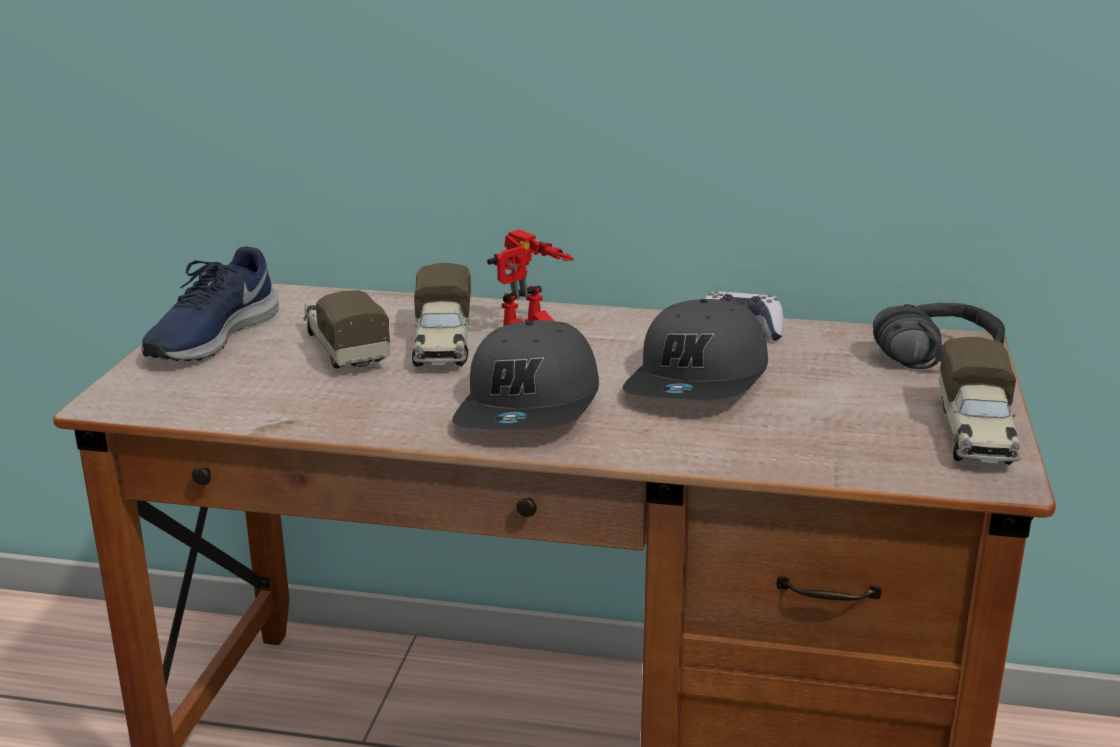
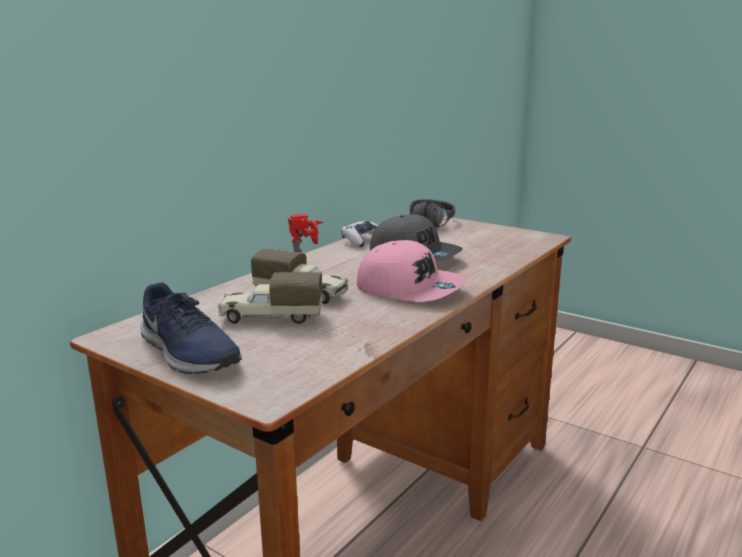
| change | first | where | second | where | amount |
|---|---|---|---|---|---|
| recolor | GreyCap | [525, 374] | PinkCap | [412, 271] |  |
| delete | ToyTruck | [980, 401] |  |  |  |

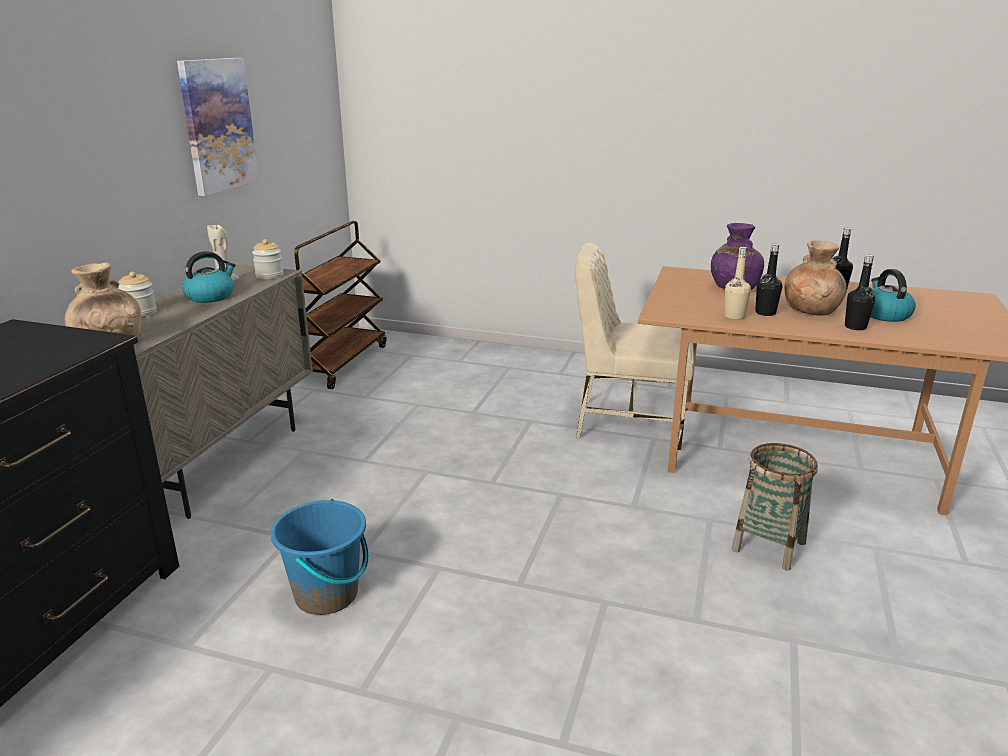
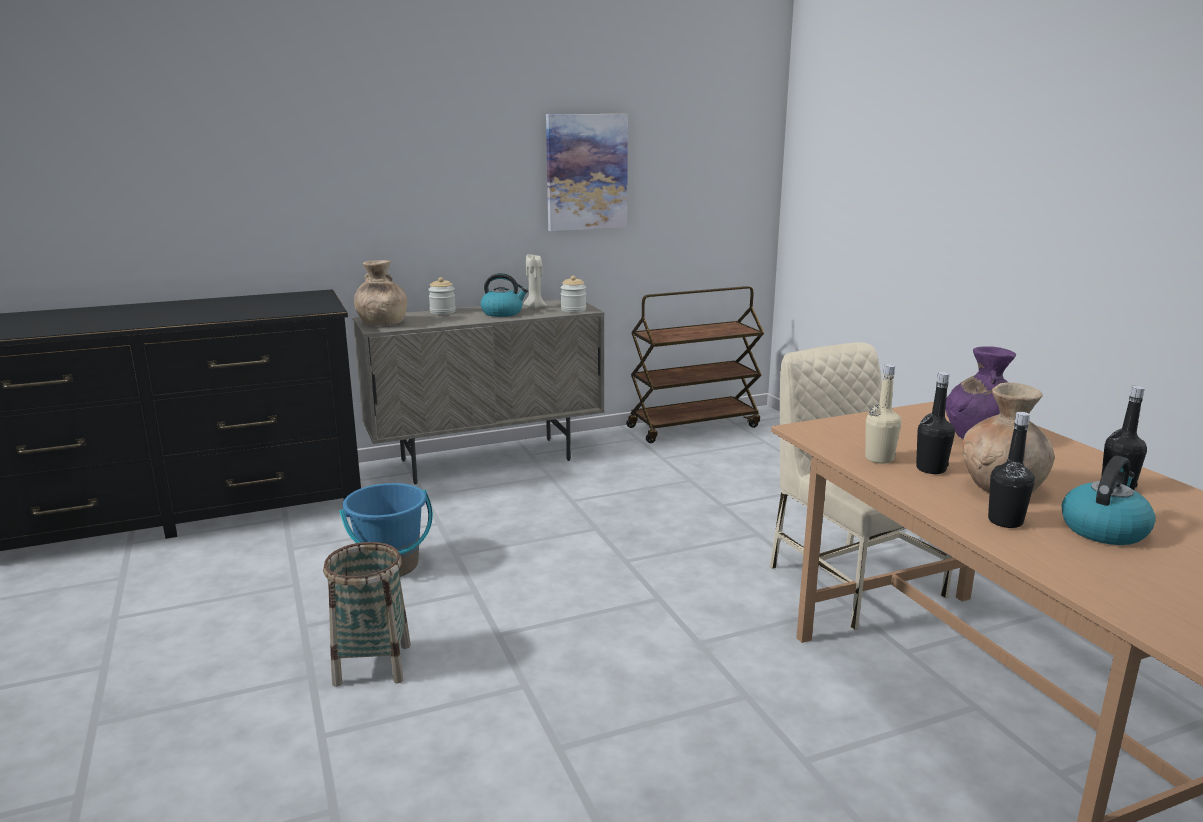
| change | first | where | second | where | amount |
|---|---|---|---|---|---|
| move | Basket | [775, 507] |  | [367, 614] |  |

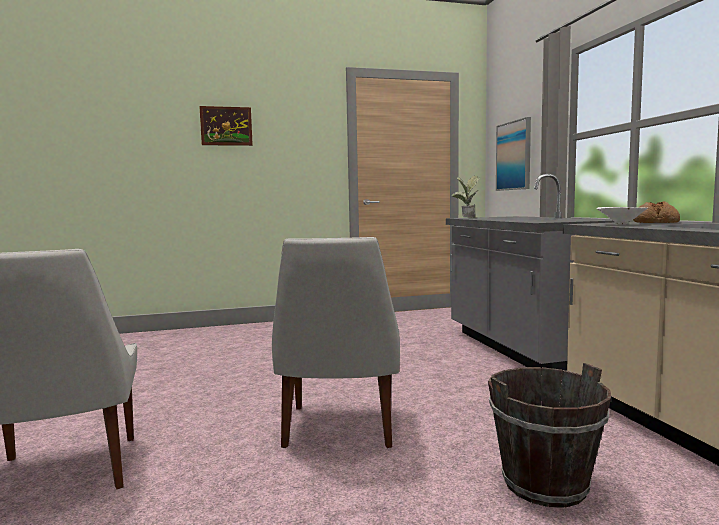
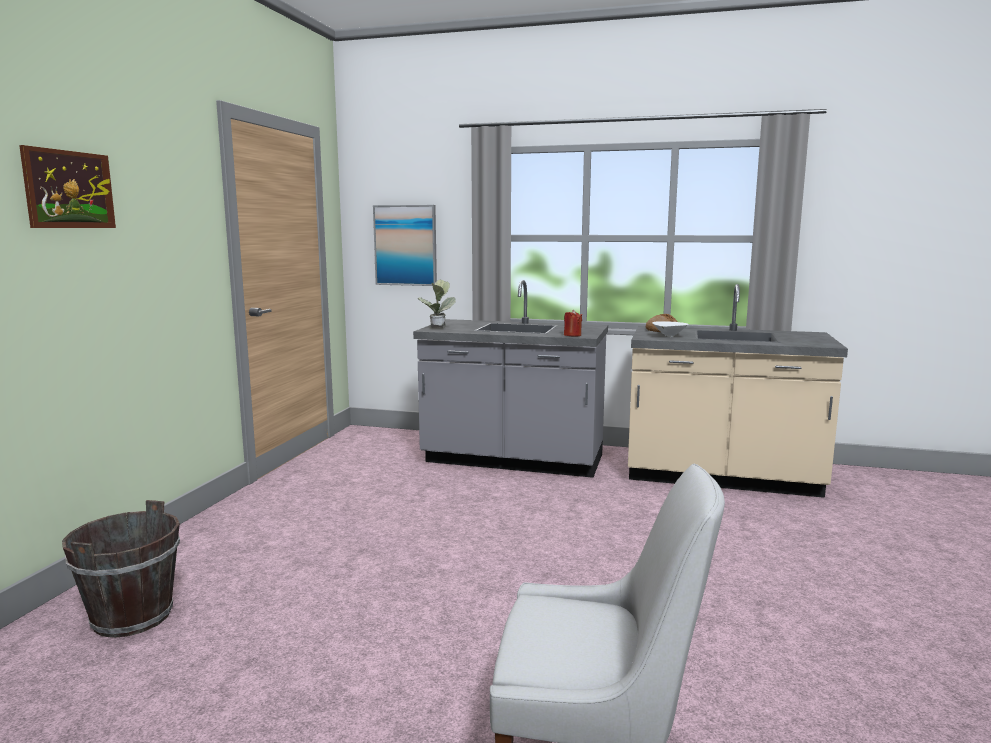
| change | first | where | second | where | amount |
|---|---|---|---|---|---|
| move | BrownBucket | [549, 435] |  | [121, 569] |  |
| insert |  |  | RedCandle | [573, 323] |  |
| delete | WhiteChair | [336, 342] |  |  |  |

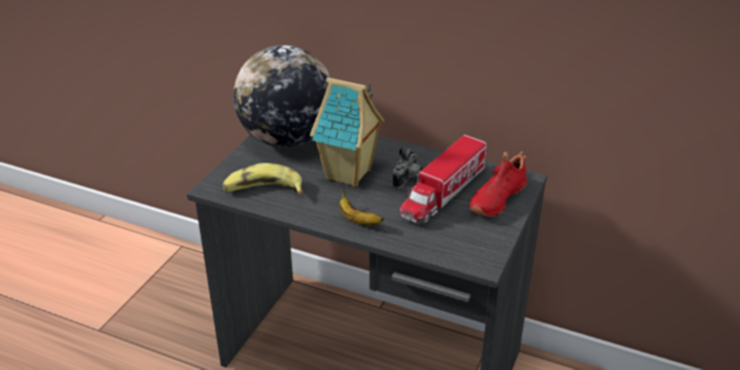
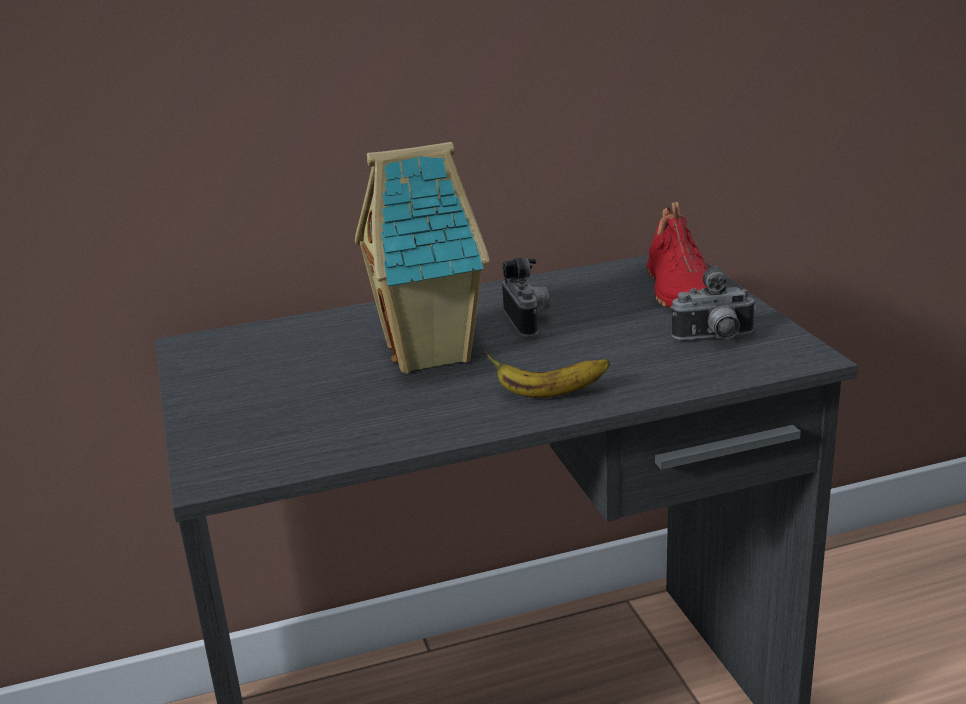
| change | first | where | second | where | amount |
|---|---|---|---|---|---|
| insert |  |  | PhotoCamera | [714, 303] |  |
| delete | Banana | [262, 178] |  |  |  |
| delete | Globe | [282, 96] |  |  |  |
| delete | ToyTruck | [443, 179] |  |  |  |

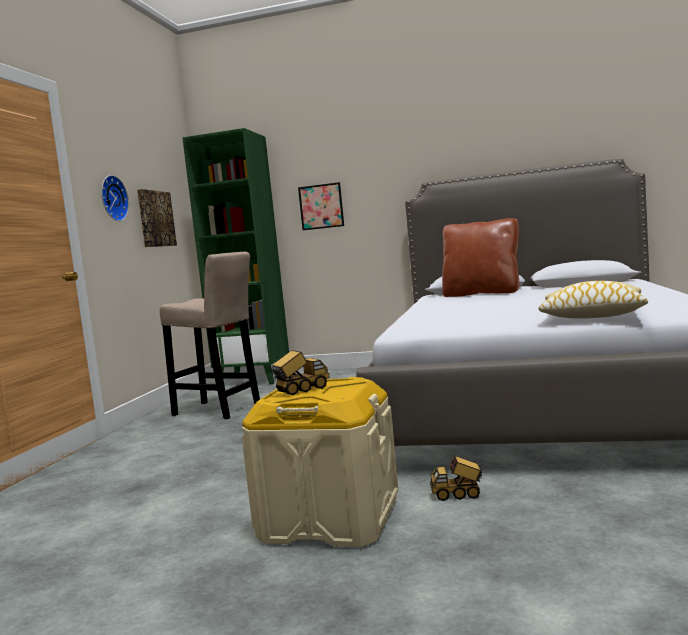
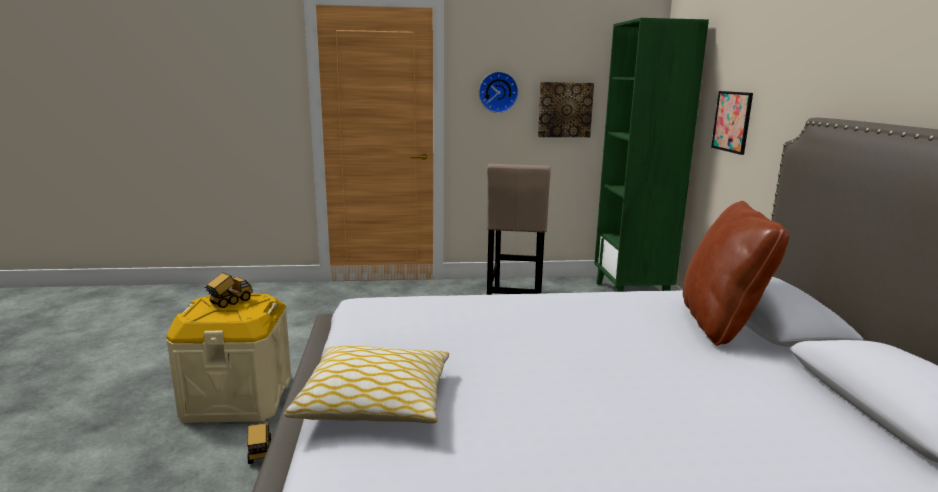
| change | first | where | second | where | amount |
|---|---|---|---|---|---|
| rotate | ToyTruck | [300, 372] |  | [229, 290] | 90 degrees counterclockwise |

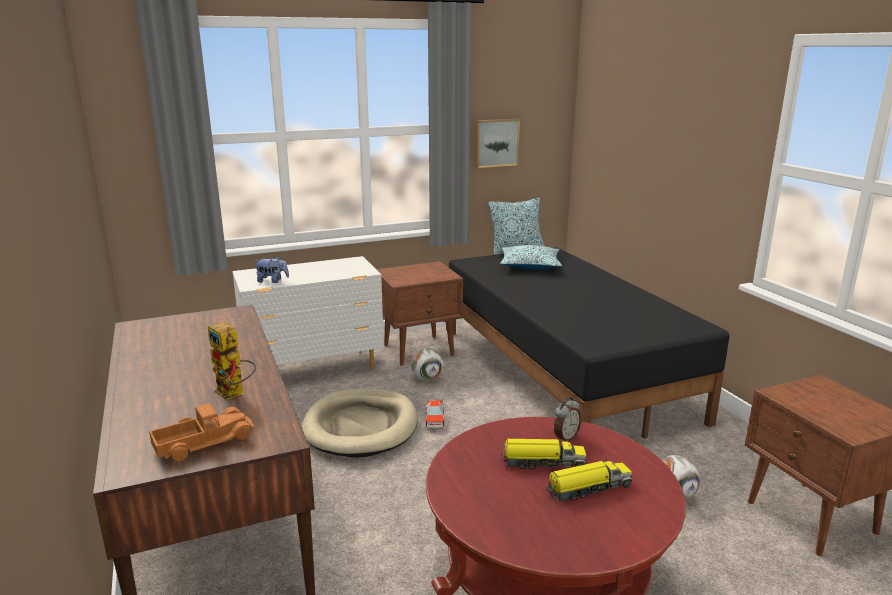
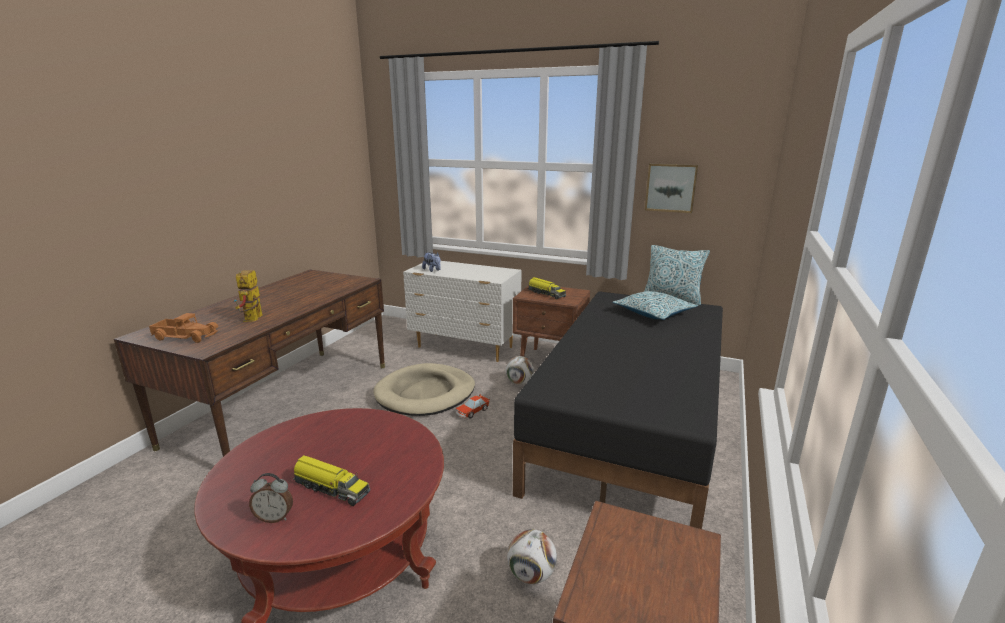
| change | first | where | second | where | amount |
|---|---|---|---|---|---|
| move | AlarmClock | [568, 419] |  | [271, 498] |  |
| move | ToyTruck | [544, 454] |  | [547, 288] |  |

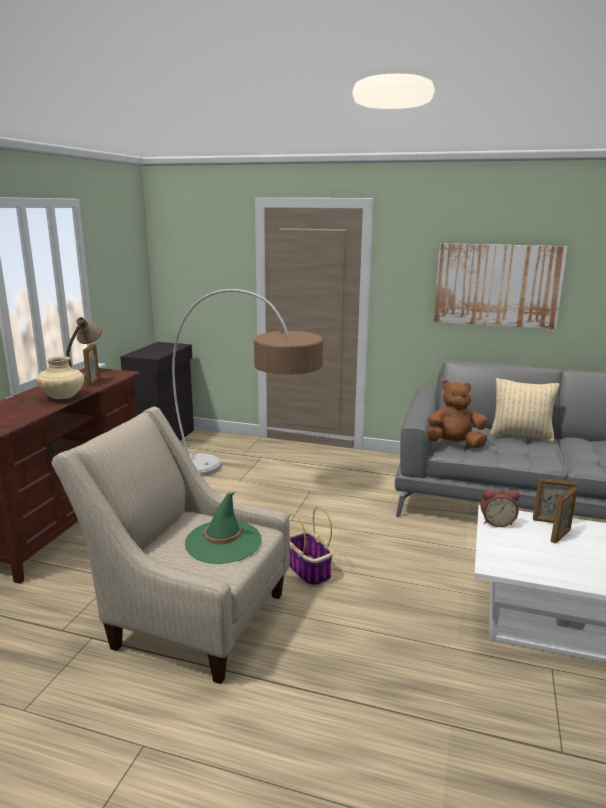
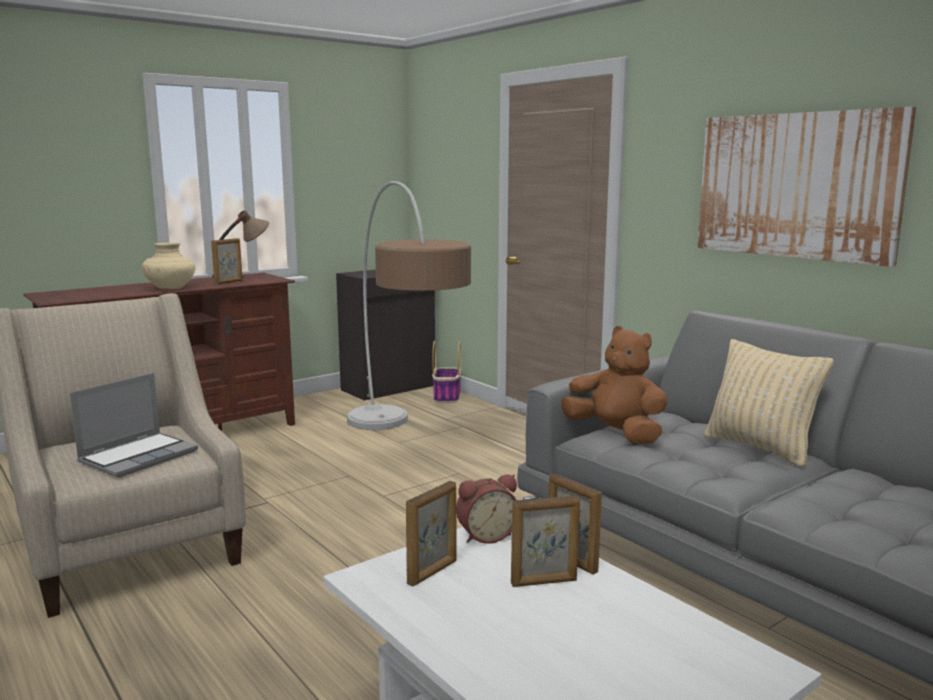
| change | first | where | second | where | amount |
|---|---|---|---|---|---|
| replace | GreenHat | [223, 528] | Laptop | [134, 425] |  |
| insert |  |  | PictureFrame | [431, 533] |  |
| move | Basket | [310, 546] |  | [446, 372] |  |
| rotate | AlarmClock | [499, 508] |  | [486, 509] | 60 degrees counterclockwise |

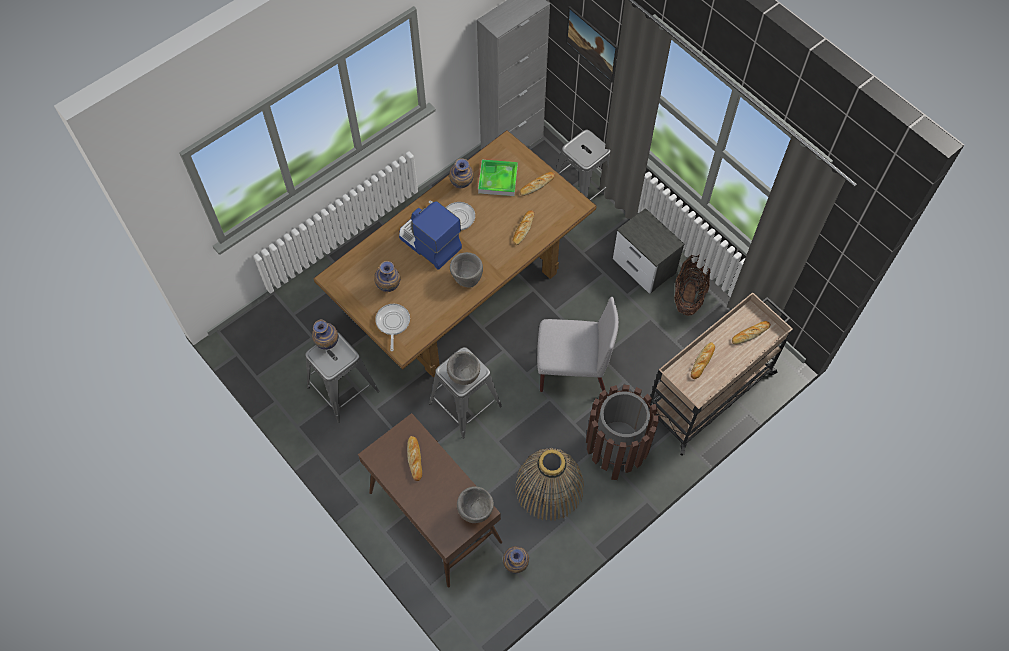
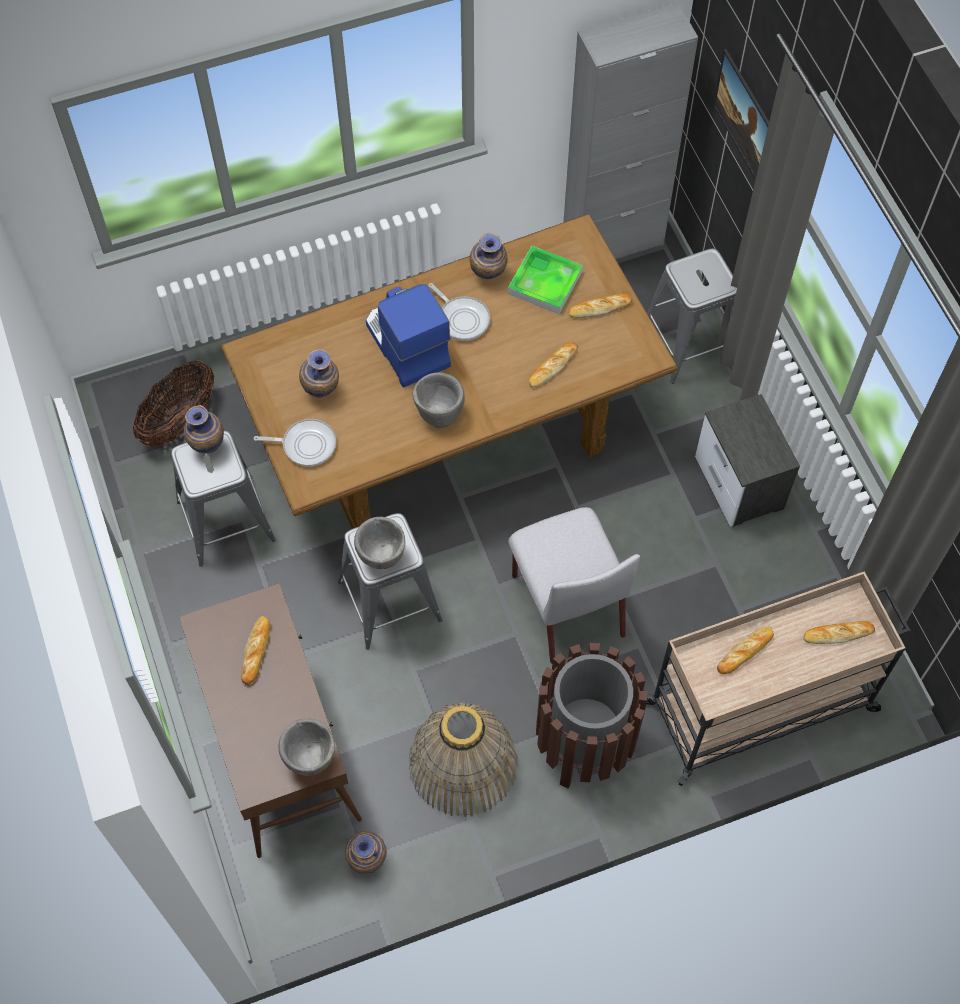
| change | first | where | second | where | amount |
|---|---|---|---|---|---|
| move | Basket | [692, 285] |  | [173, 403] |  |
| rotate | FryingPan | [392, 327] |  | [295, 443] | 75 degrees clockwise |
| rotate | GreyChair | [578, 344] |  | [574, 585] | 45 degrees clockwise |

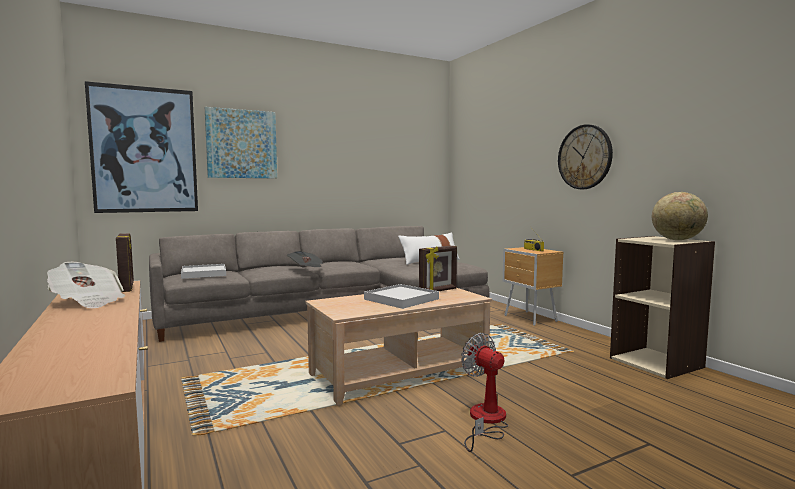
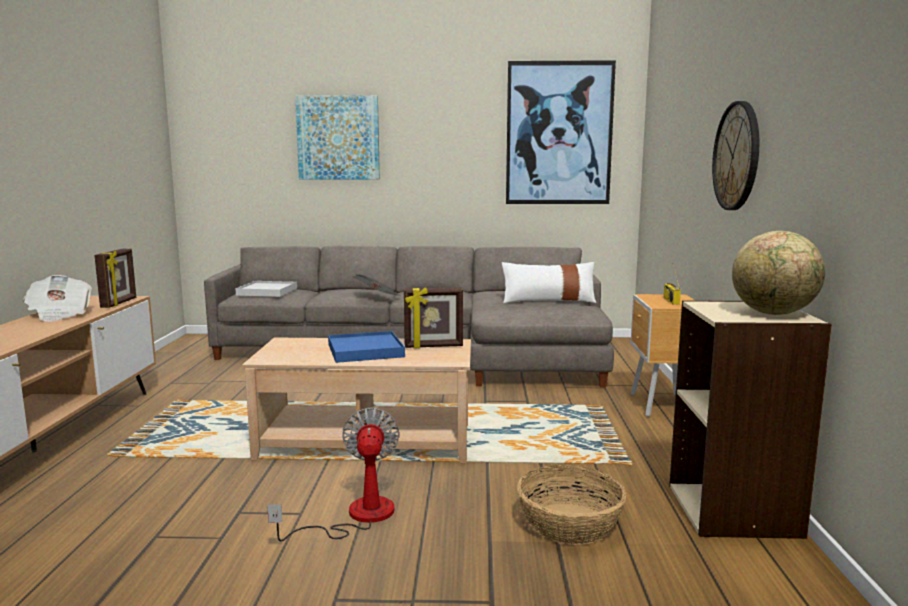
| change | first | where | second | where | amount |
|---|---|---|---|---|---|
| recolor | WhiteTray | [401, 296] | BlueTray | [366, 347] |  |
| move | Picture | [141, 147] |  | [561, 132] |  |
| insert |  |  | Basket | [571, 505] |  |

